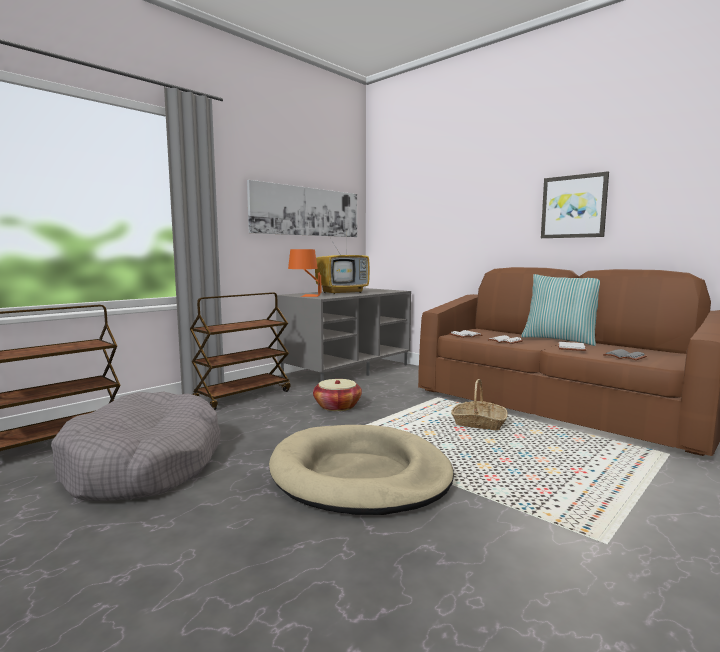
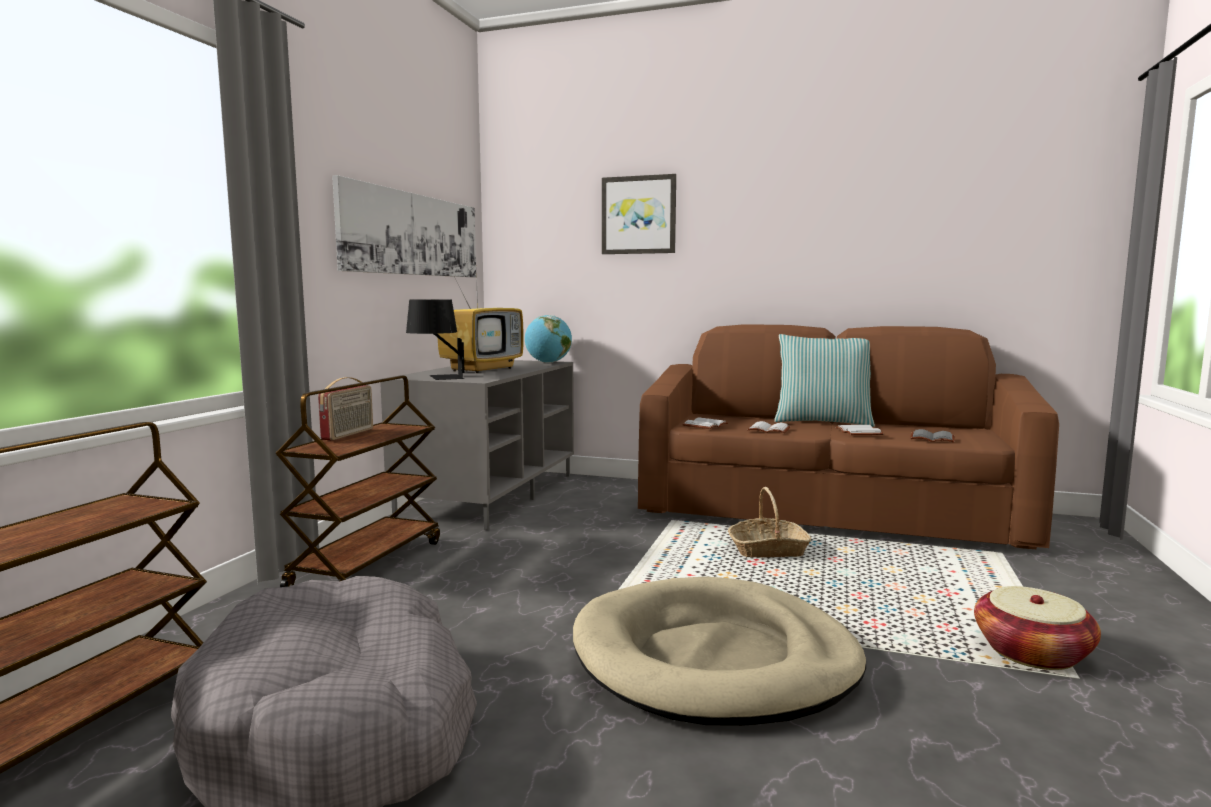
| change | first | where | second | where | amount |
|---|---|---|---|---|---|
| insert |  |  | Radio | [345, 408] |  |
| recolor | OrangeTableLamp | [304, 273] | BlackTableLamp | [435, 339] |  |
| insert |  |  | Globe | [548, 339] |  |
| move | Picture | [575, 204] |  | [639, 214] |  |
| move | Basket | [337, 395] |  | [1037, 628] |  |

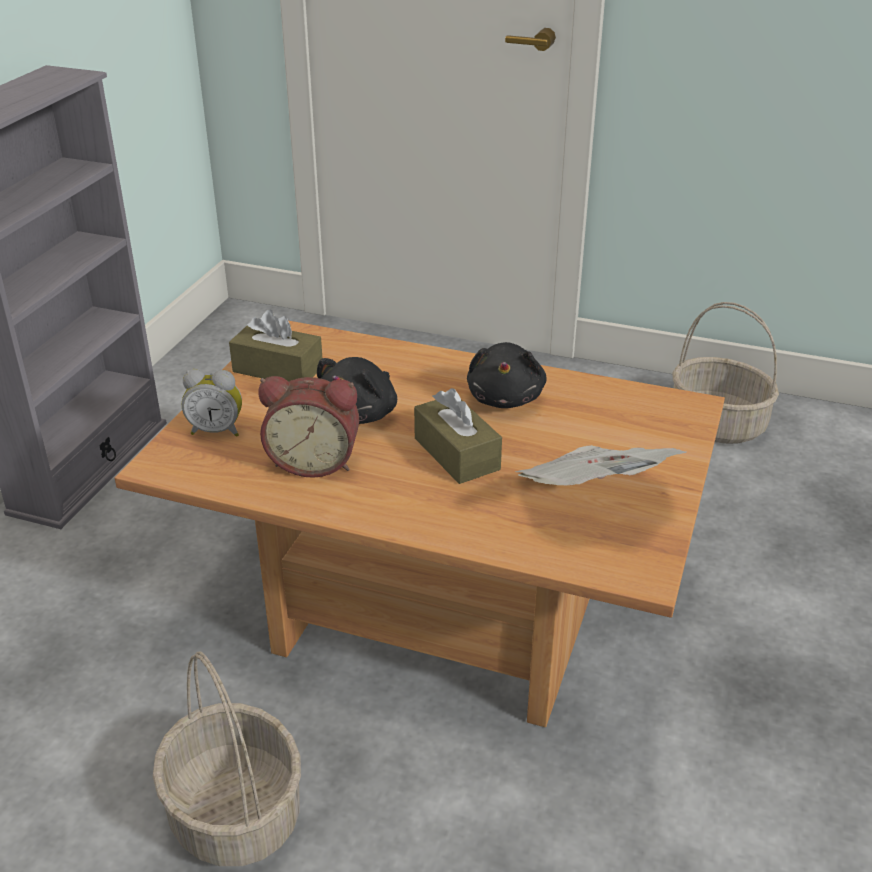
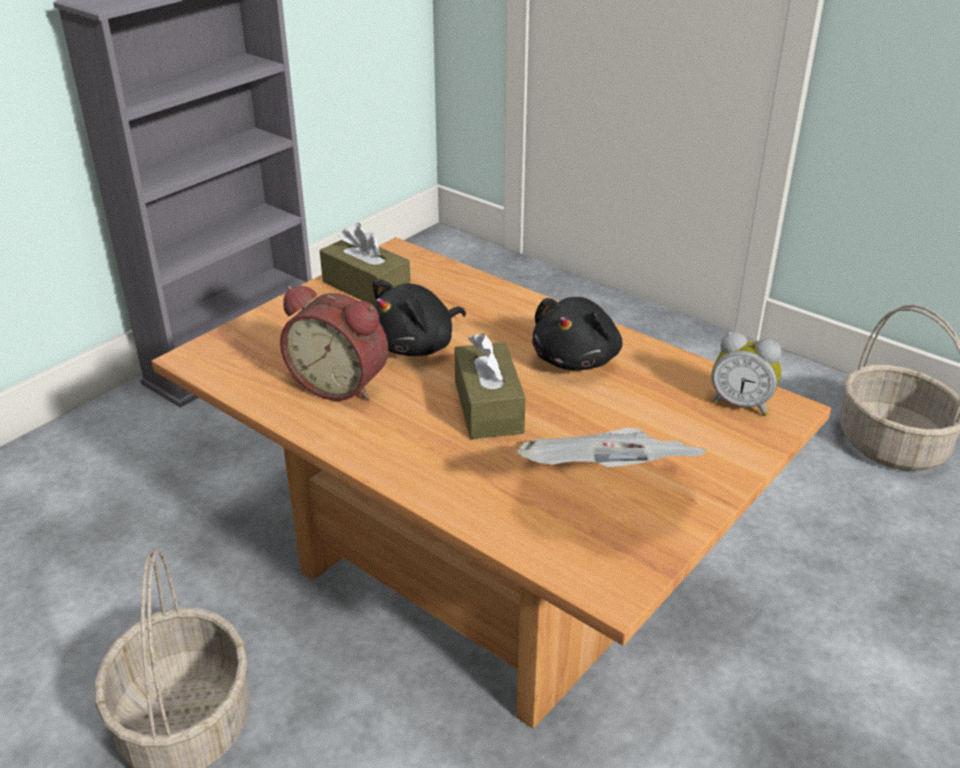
| change | first | where | second | where | amount |
|---|---|---|---|---|---|
| move | AlarmClock | [212, 403] |  | [747, 373] |  |

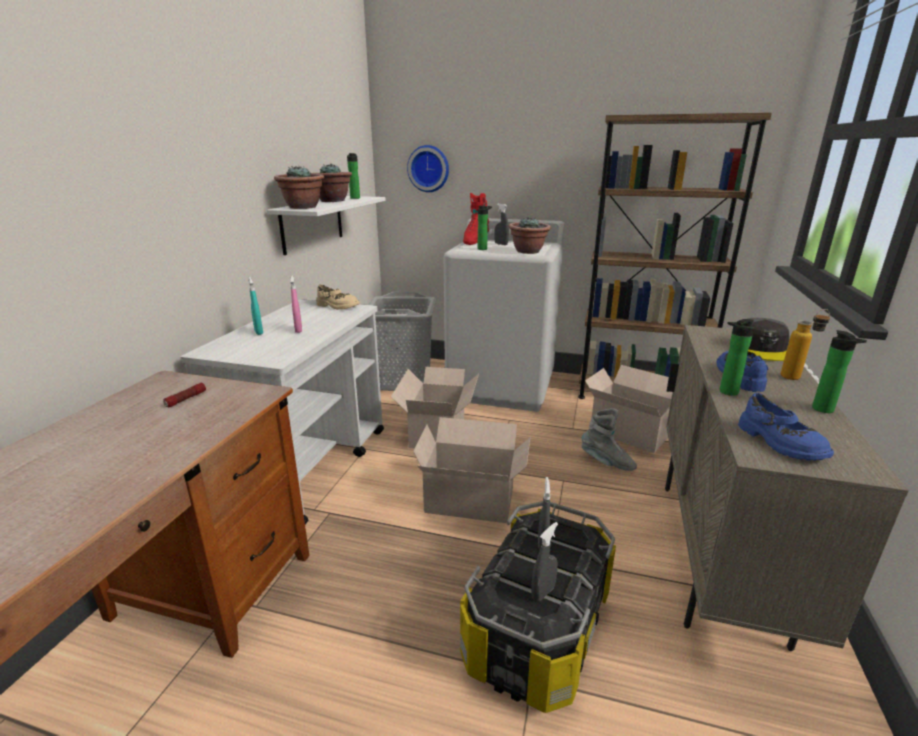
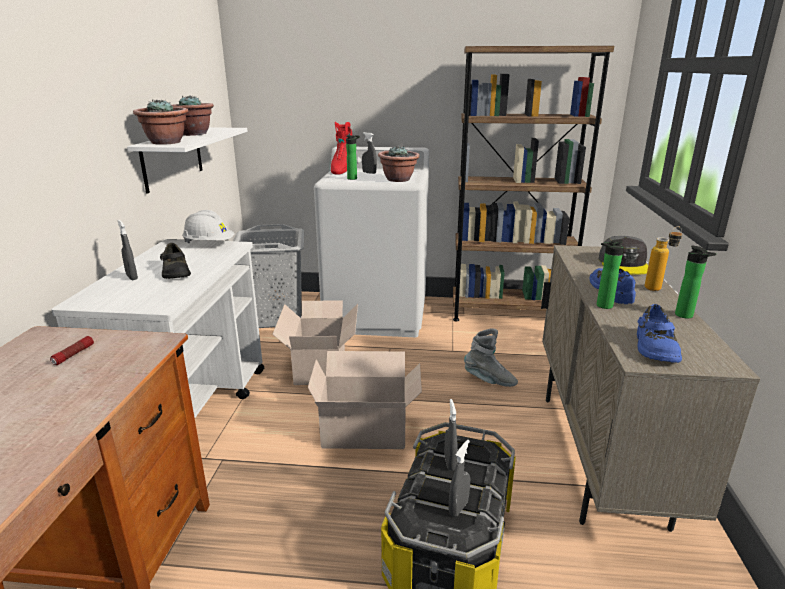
| change | first | where | second | where | amount |
|---|---|---|---|---|---|
| recolor | TurquoiseSprayBottle | [255, 306] | GreySprayBottle | [128, 250] |  |
| replace | PinkSprayBottle | [296, 304] | BlackShoe | [175, 261] |  |
| replace | BeigeShoe | [338, 297] | WhiteHardHat | [208, 226] |  |
| rotate | BlueShoe | [786, 426] |  | [659, 333] | 45 degrees clockwise |
| delete | Bottle | [353, 176] |  |  |  |
| delete | WallClock | [428, 168] |  |  |  |
| delete | CardboardBox | [629, 409] |  |  |  |

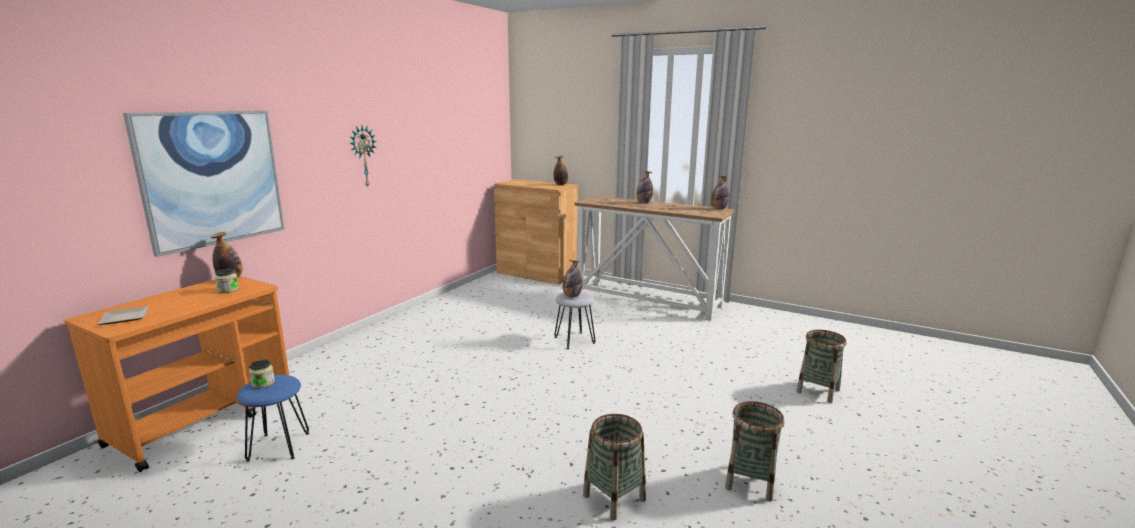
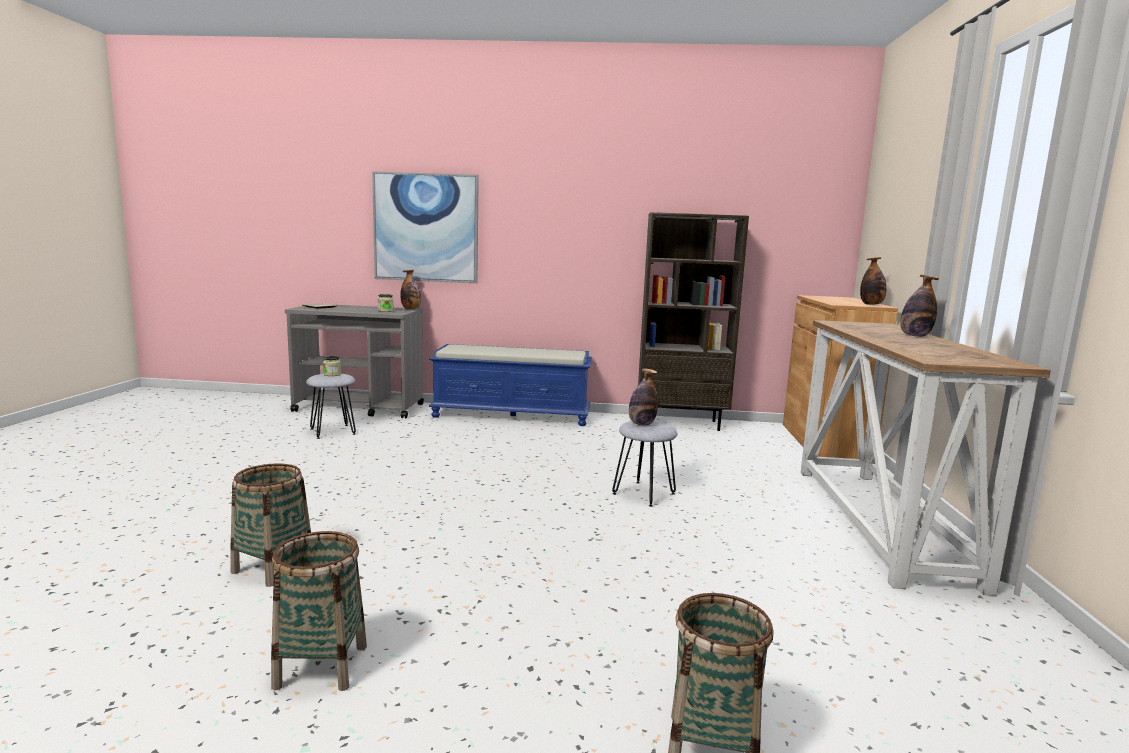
| change | first | where | second | where | amount |
|---|---|---|---|---|---|
| recolor | OrangeCart | [176, 374] | GreyCart | [354, 361] |  |
| recolor | BlueStool | [273, 418] | GreyStool | [331, 406] |  |
| insert |  |  | BlueBench | [510, 385] |  |
| insert |  |  | BrownBookcase | [693, 321] |  |
| delete | WallClock | [363, 156] |  |  |  |
| delete | Bottle | [720, 192] |  |  |  |

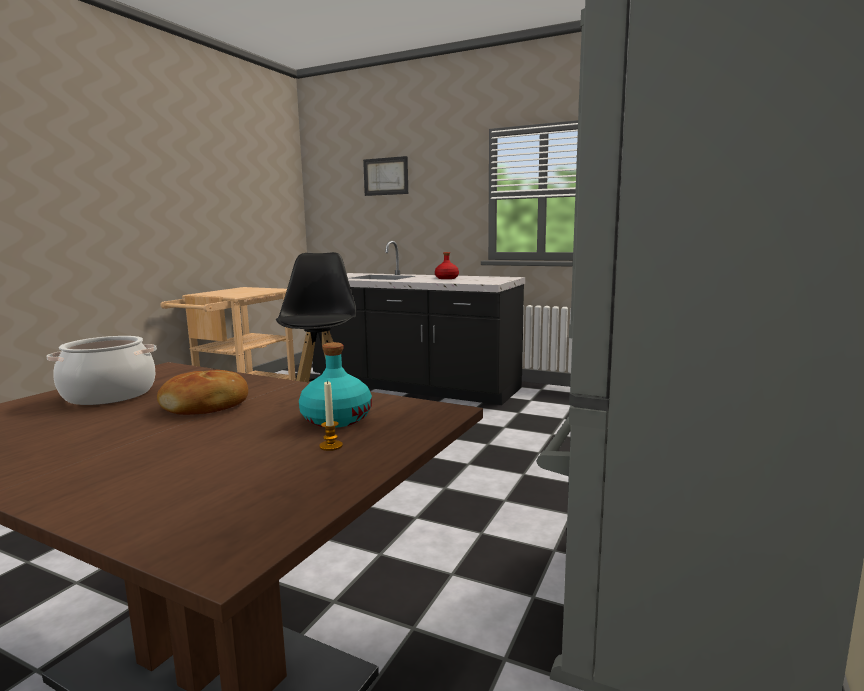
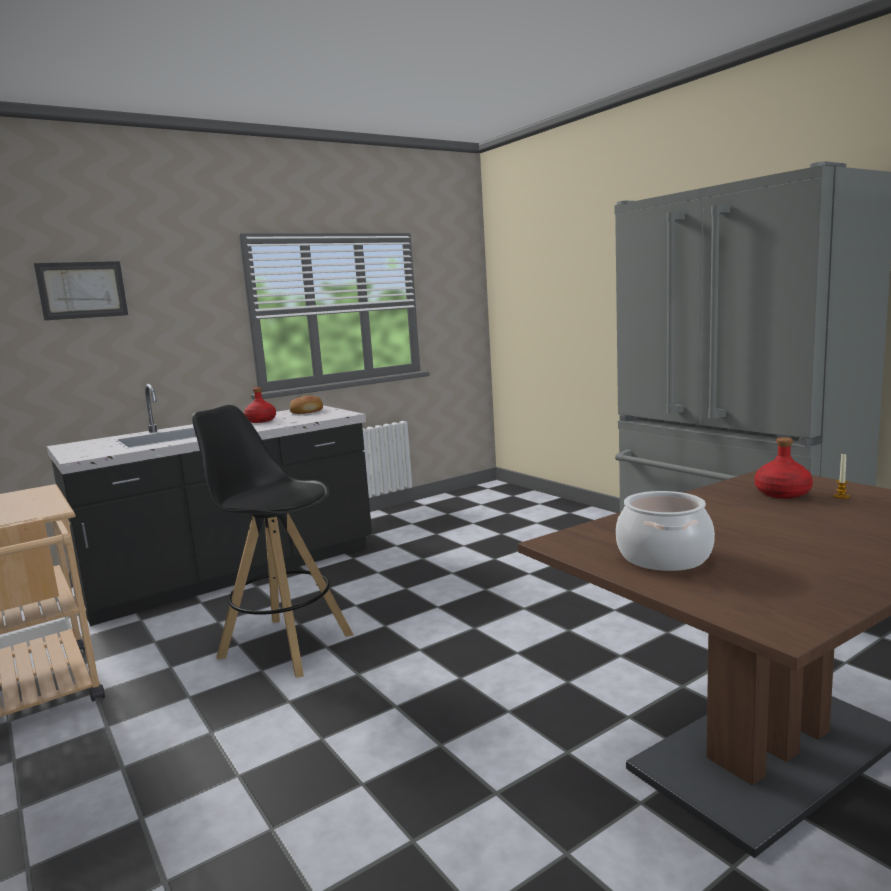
| change | first | where | second | where | amount |
|---|---|---|---|---|---|
| move | Bread | [202, 392] |  | [306, 404] |  |
| recolor | TurquoiseBottle | [335, 385] | RedBottle | [783, 468] |  |

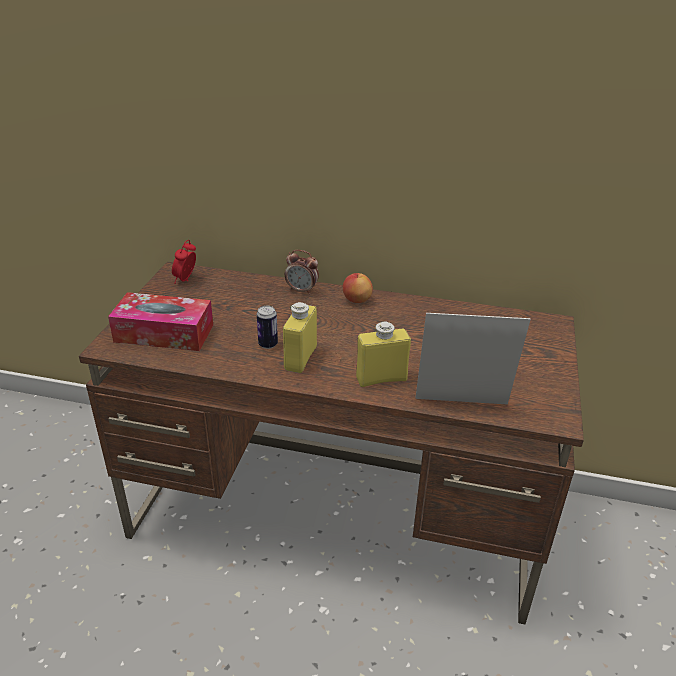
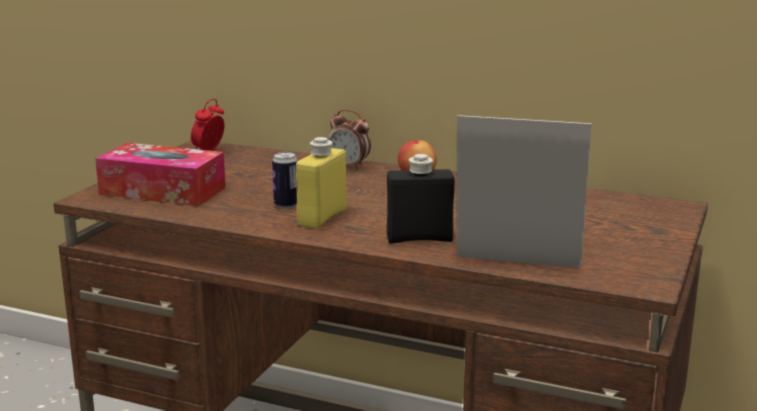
| change | first | where | second | where | amount |
|---|---|---|---|---|---|
| recolor | YellowBottle | [383, 354] | BlackBottle | [421, 199] |  |

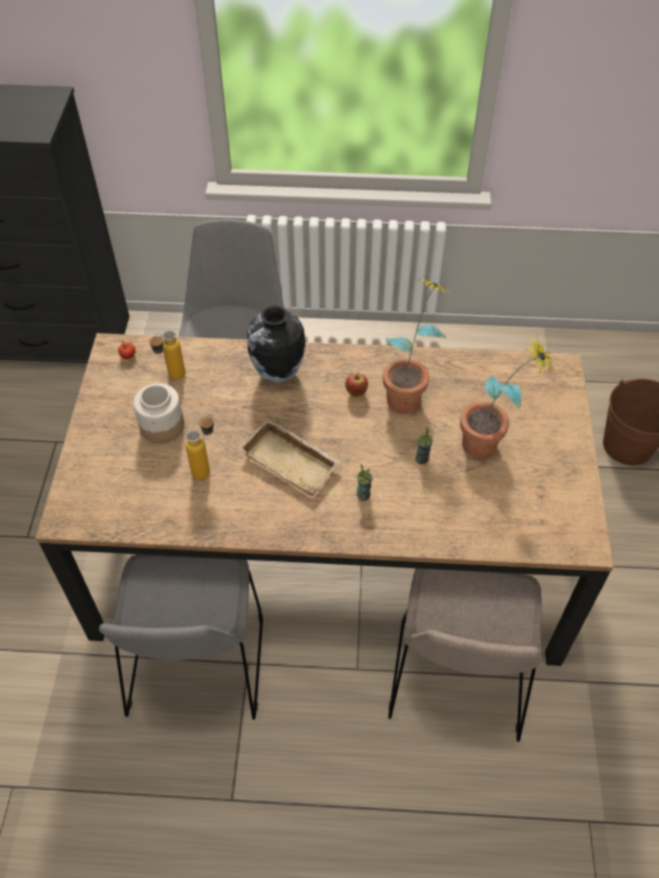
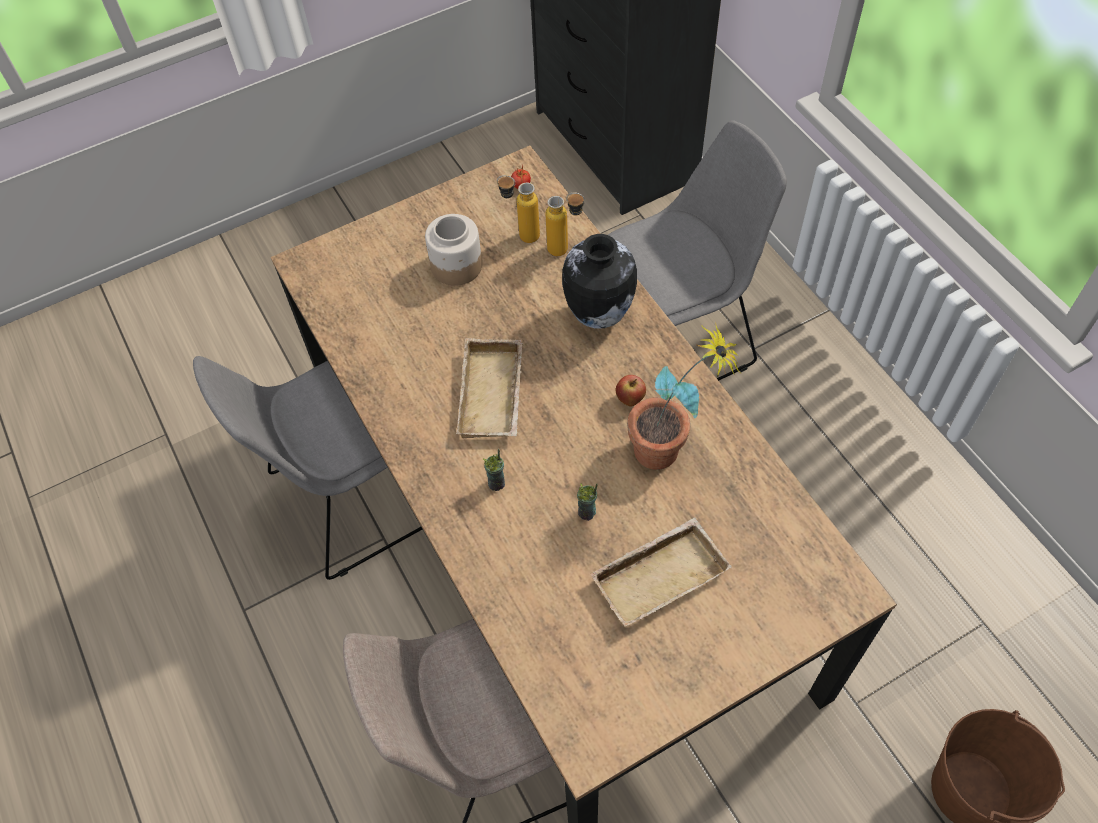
| change | first | where | second | where | amount |
|---|---|---|---|---|---|
| move | Bottle | [200, 447] |  | [565, 224] |  |
| replace | PottedPlant | [507, 398] | BeigeTray | [661, 572] |  |

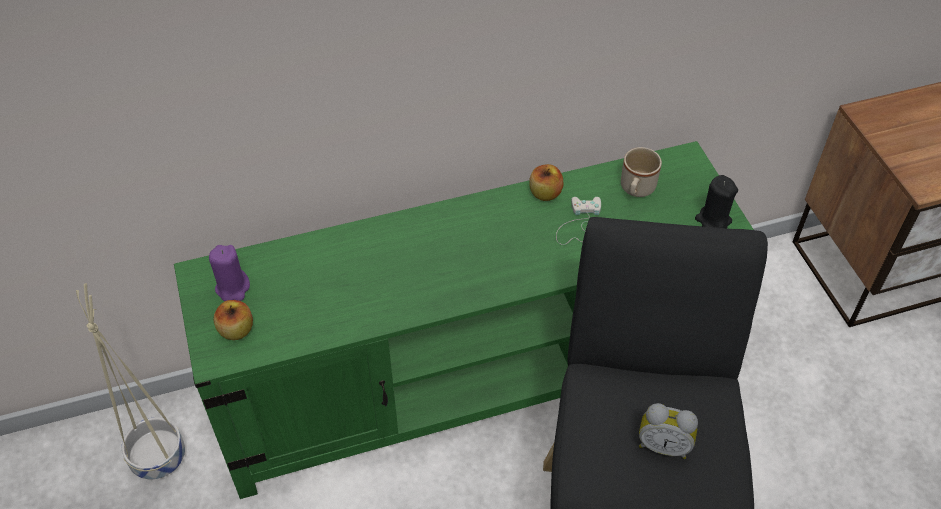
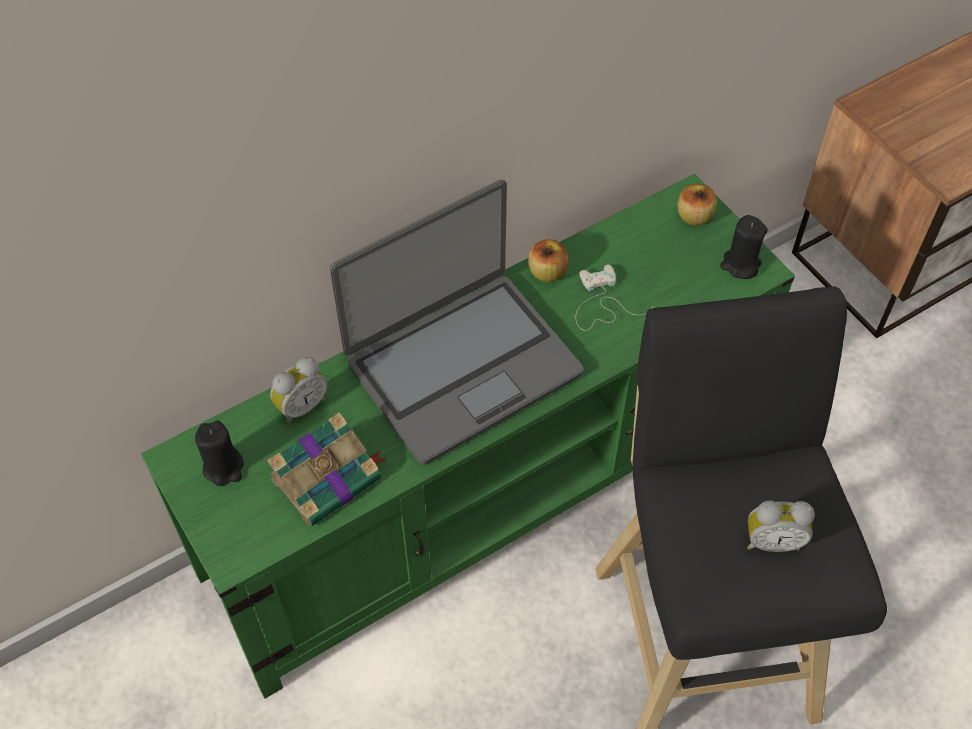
| change | first | where | second | where | amount |
|---|---|---|---|---|---|
| recolor | PurpleCandle | [229, 273] | BlackCandle | [219, 453] |  |
| insert |  |  | Book | [327, 469] |  |
| insert |  |  | AlarmClock | [299, 391] |  |
| insert |  |  | Laptop | [456, 322] |  |
| move | Apple | [233, 320] |  | [697, 204] |  |
| delete | BeigePlanter | [130, 381] |  |  |  |
| delete | BeigeMug | [641, 172] |  |  |  |

